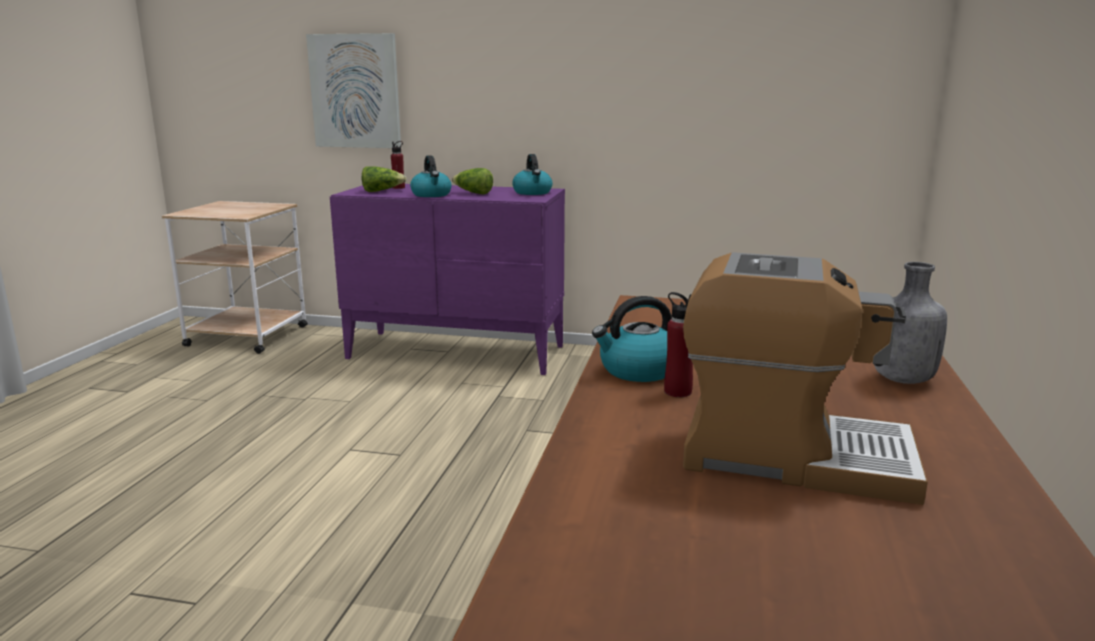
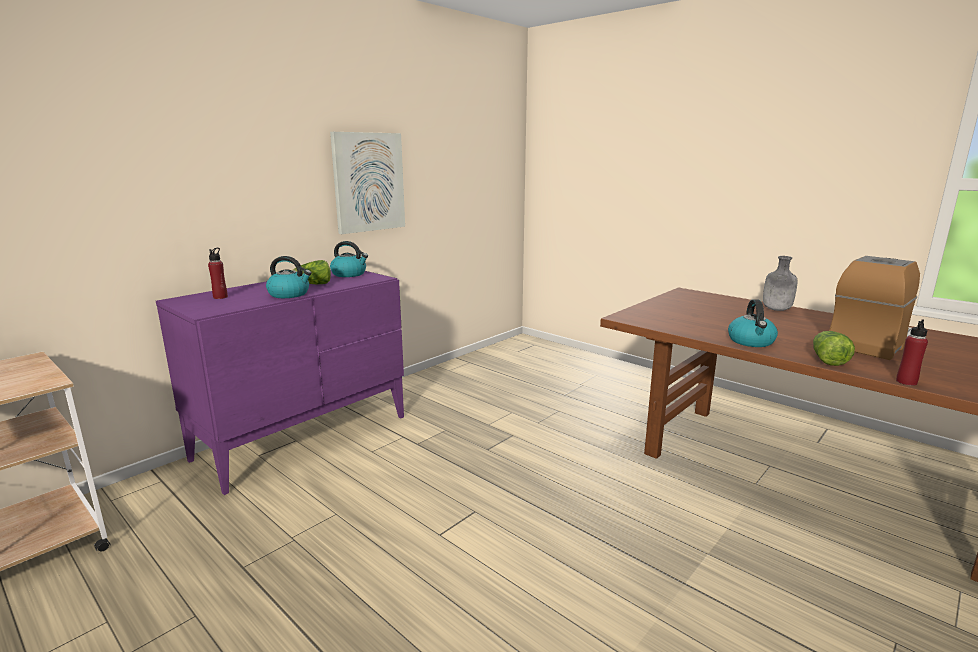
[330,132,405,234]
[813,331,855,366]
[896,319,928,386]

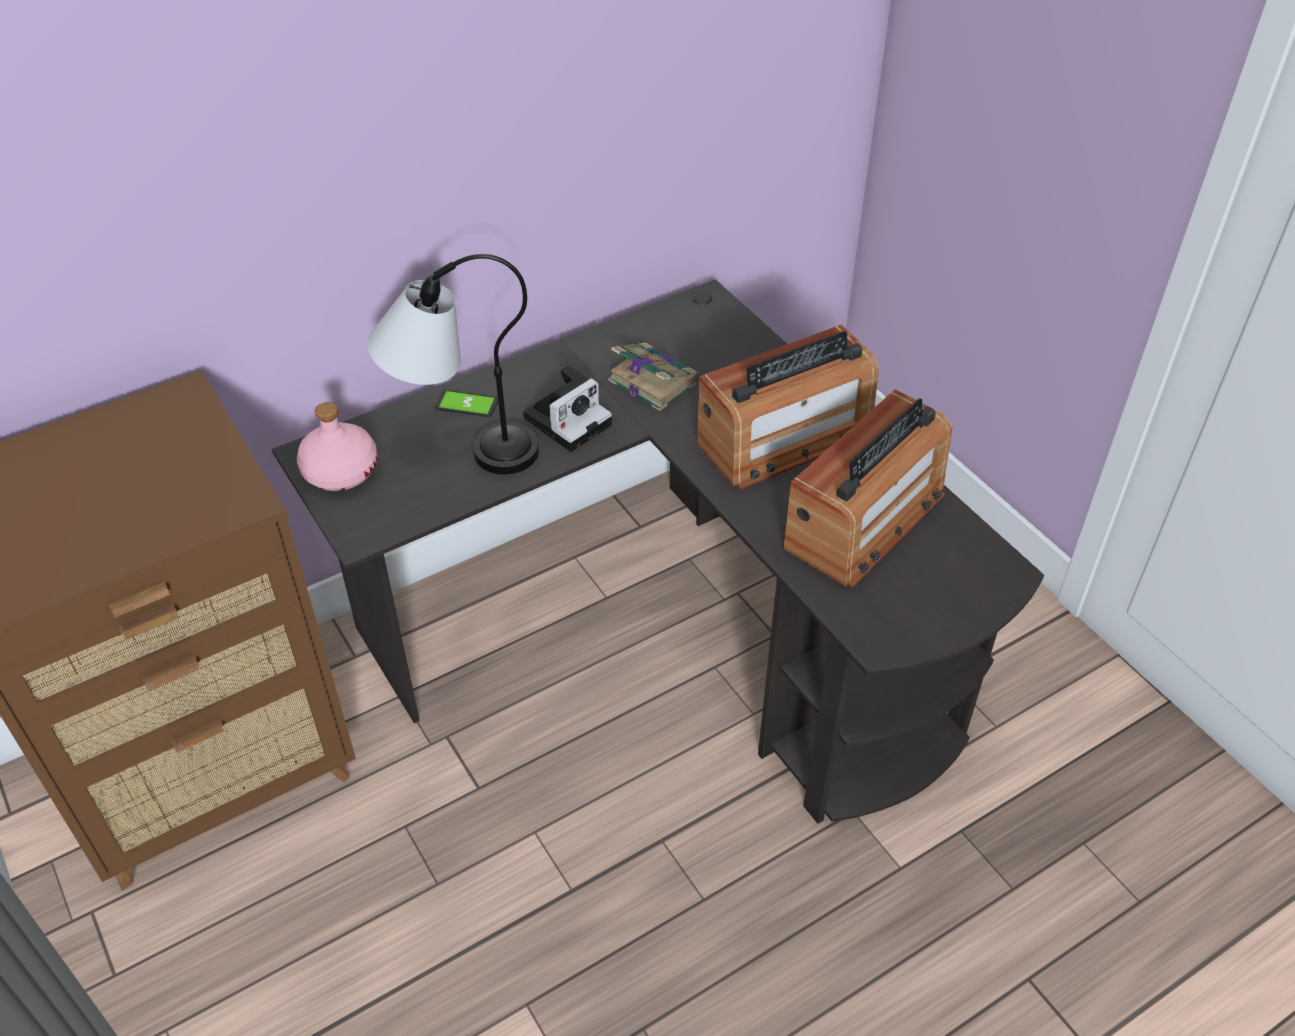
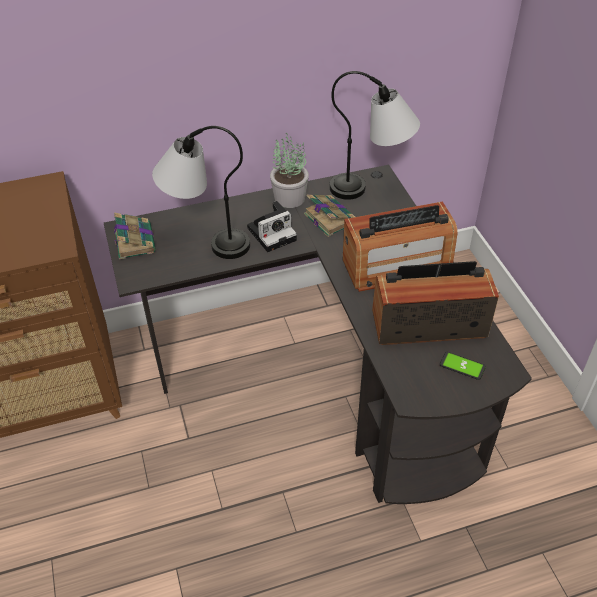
[114,212,156,259]
[440,352,486,380]
[372,261,499,345]
[270,133,309,208]
[330,71,420,200]

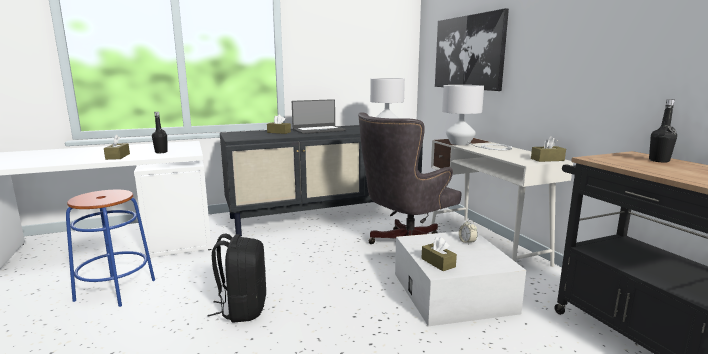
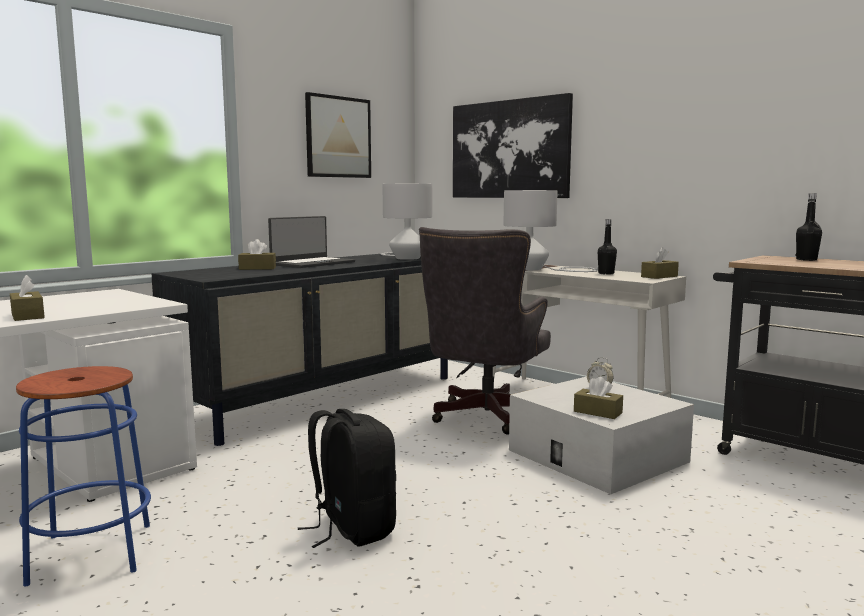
[598,219,617,275]
[305,92,371,178]

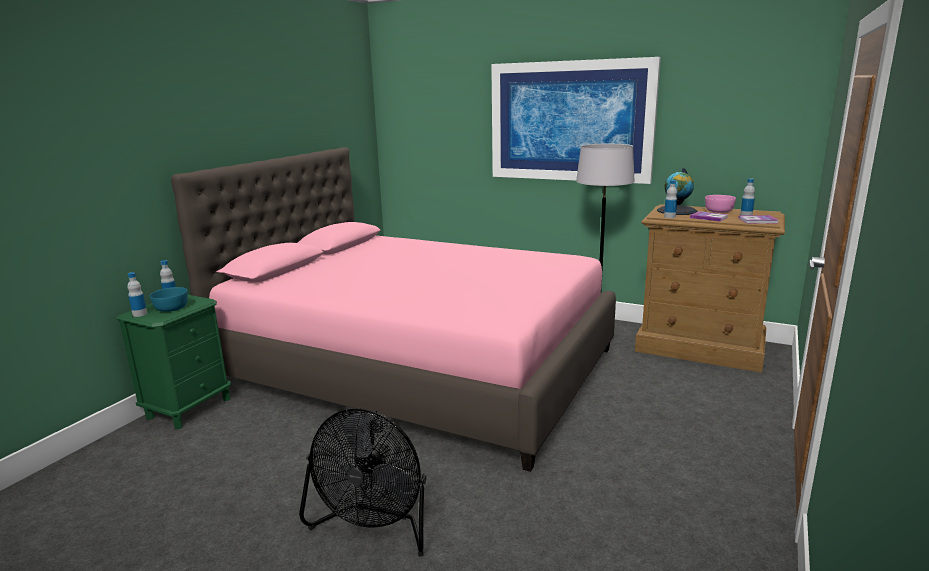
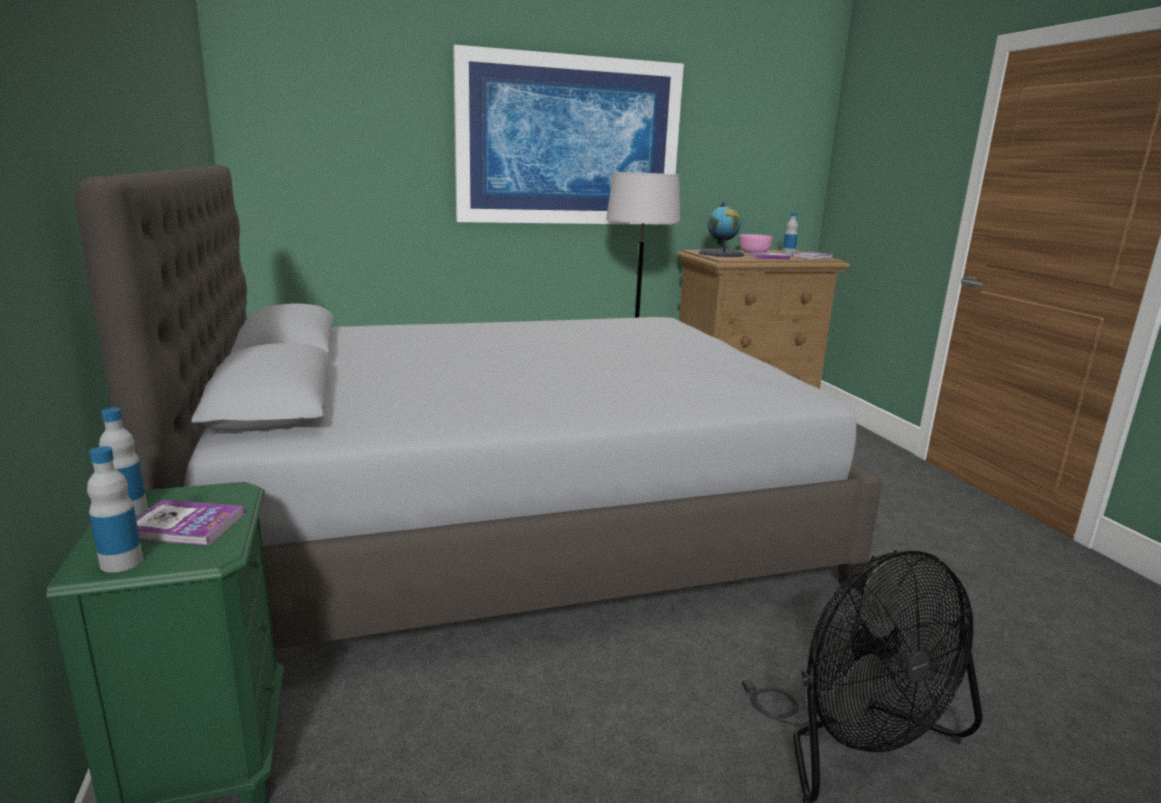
[136,500,245,546]
[75,165,882,649]
[664,180,677,218] (first image)

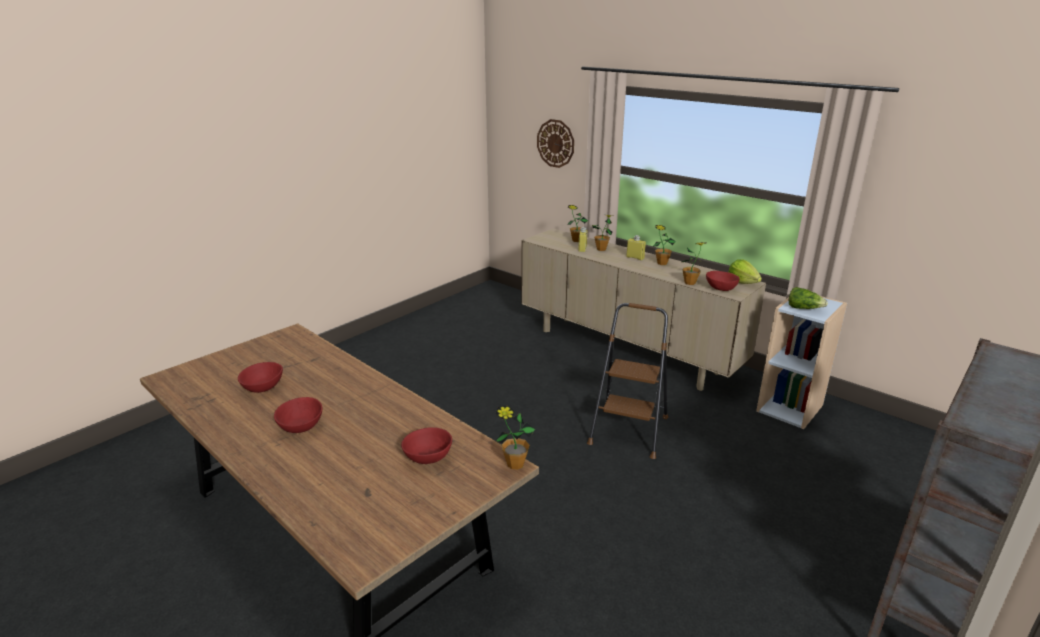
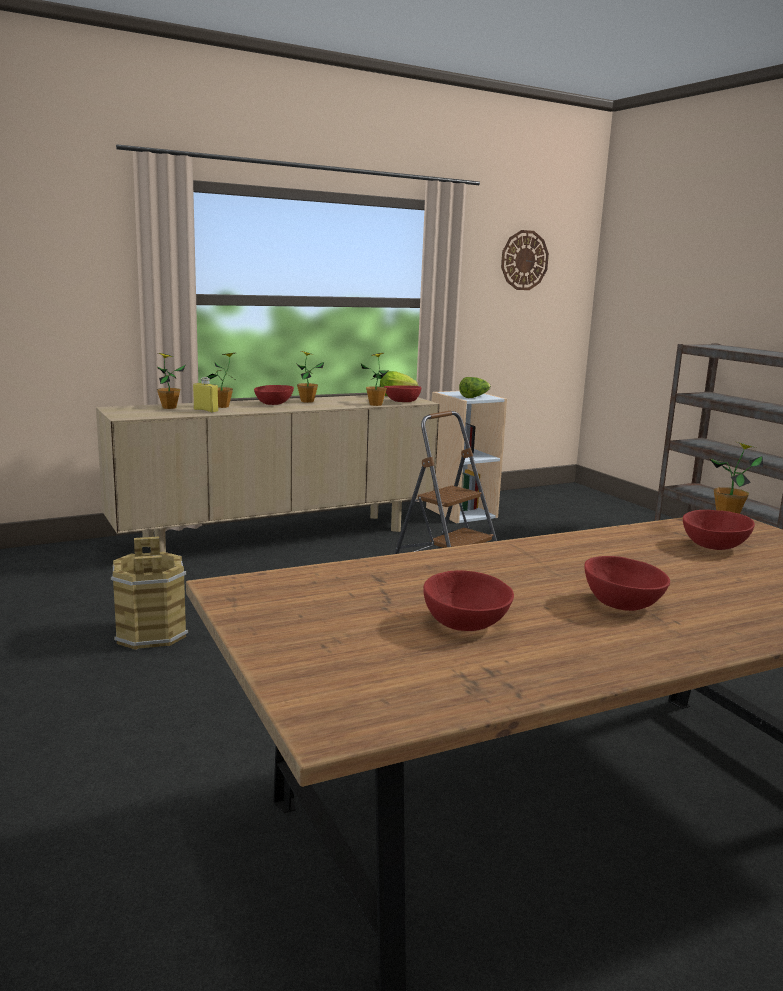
[501,230,549,290]
[254,385,294,405]
[111,537,188,650]

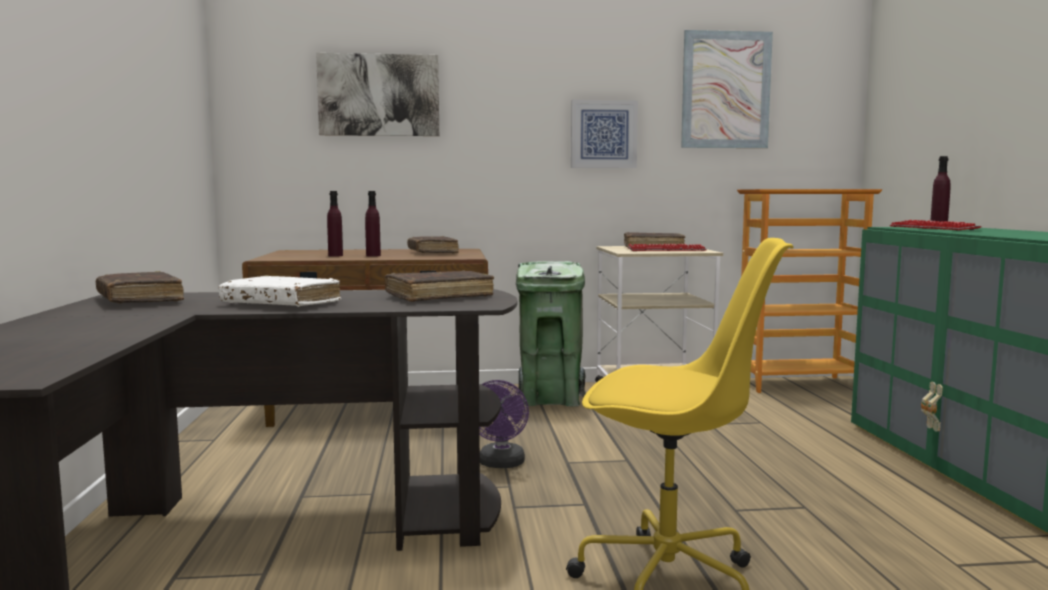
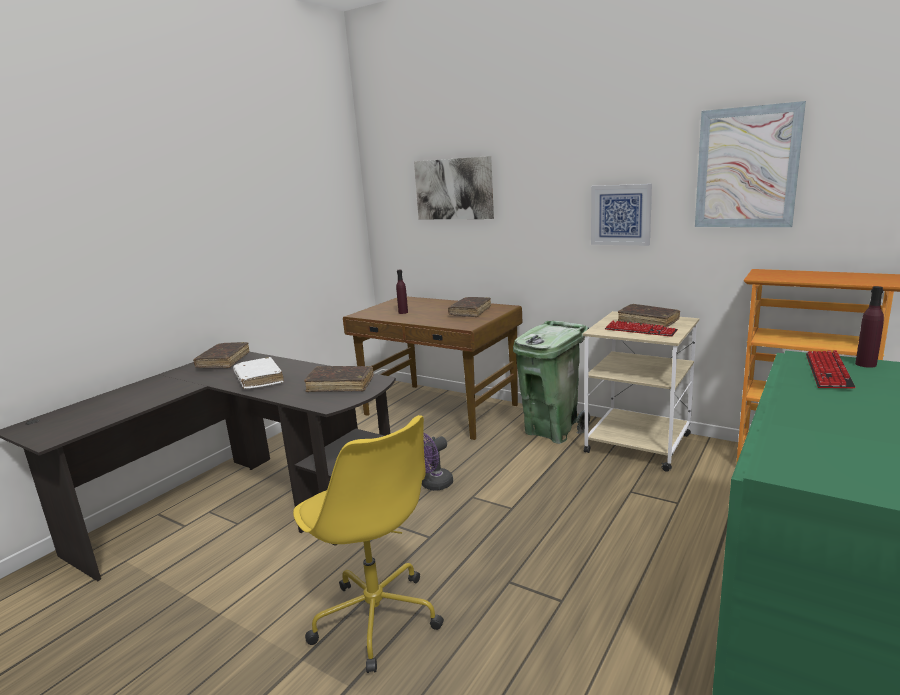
[365,191,381,257] (first image)

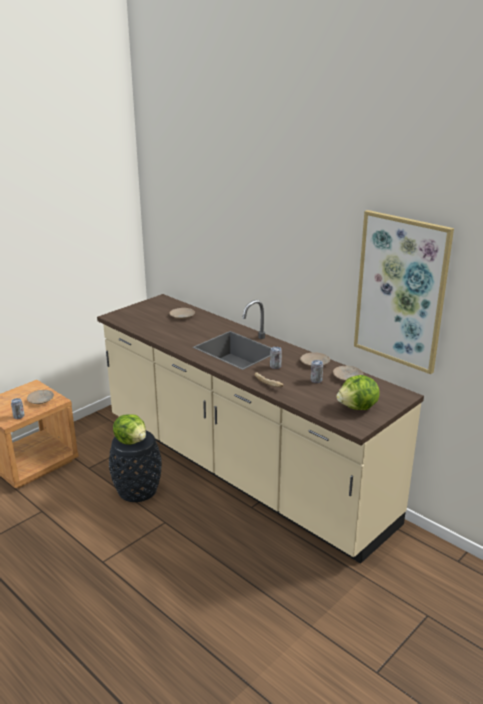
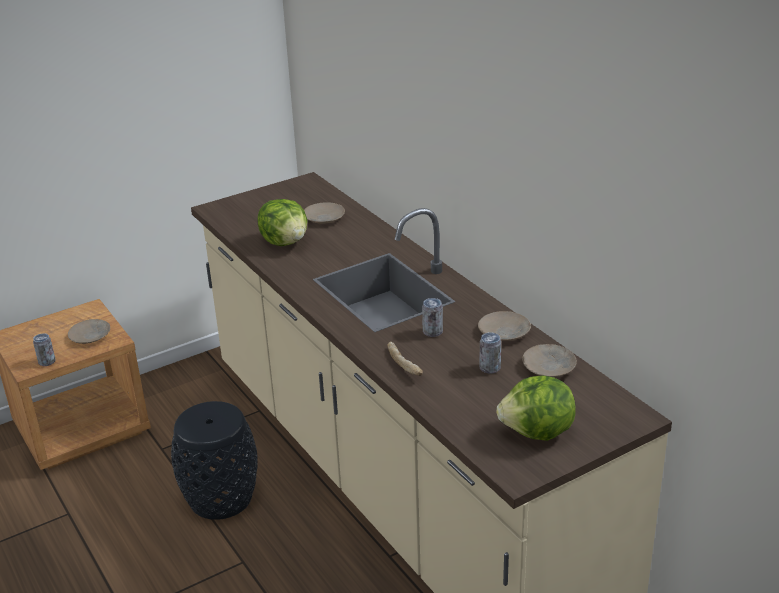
[257,199,307,246]
[354,210,454,374] (first image)

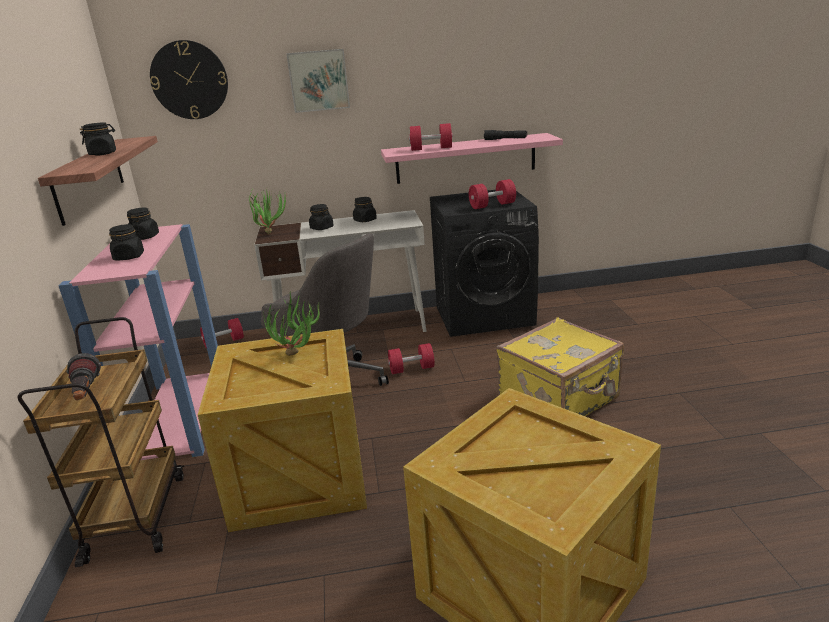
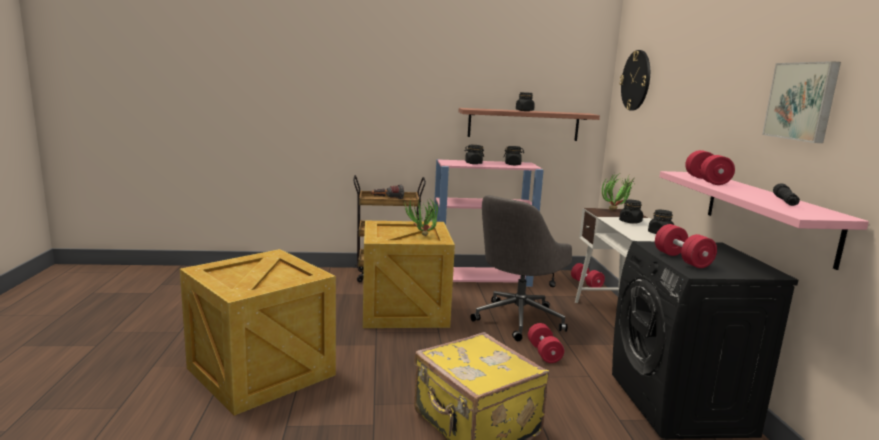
[762,61,841,143]

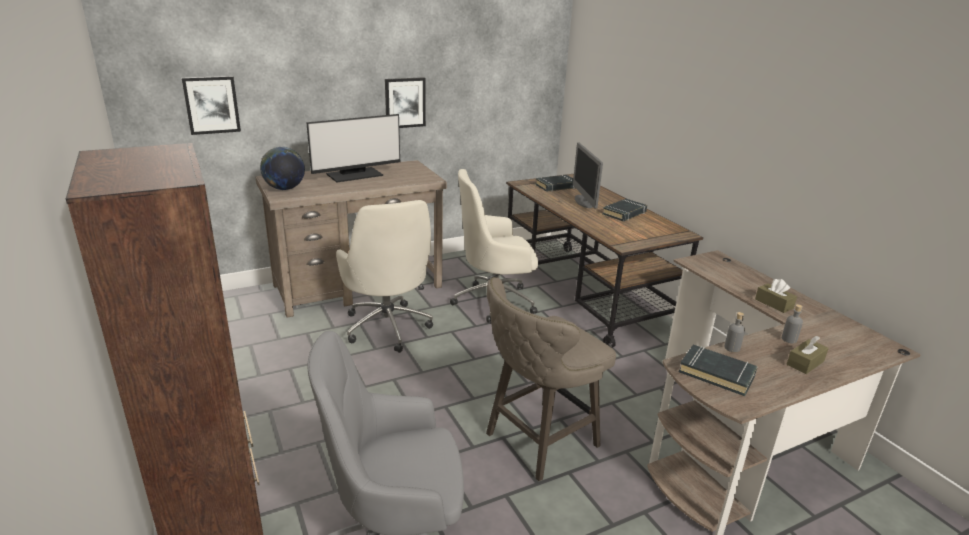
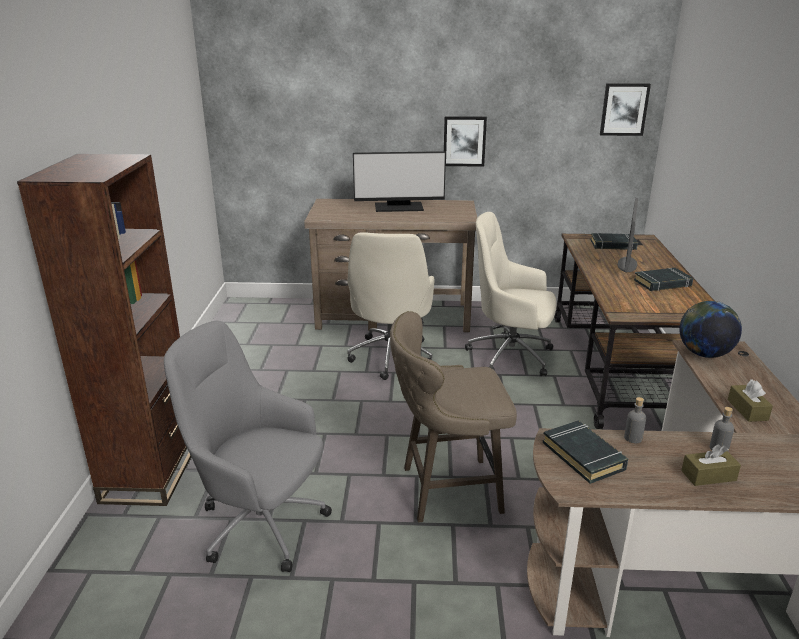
[600,83,651,136]
[679,301,742,358]

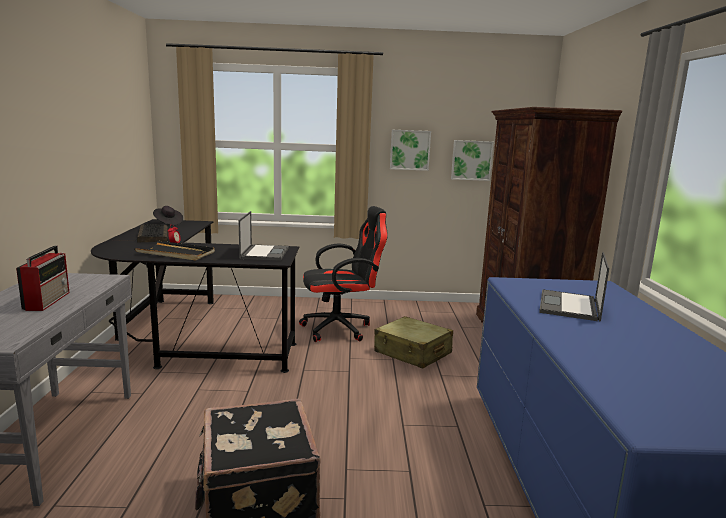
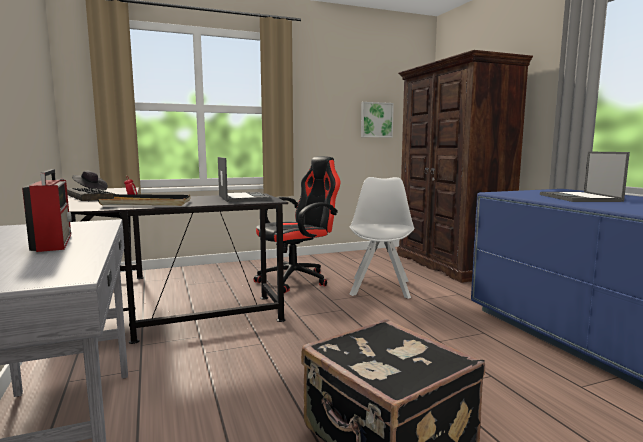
[349,177,415,299]
[390,130,431,171] (first image)

